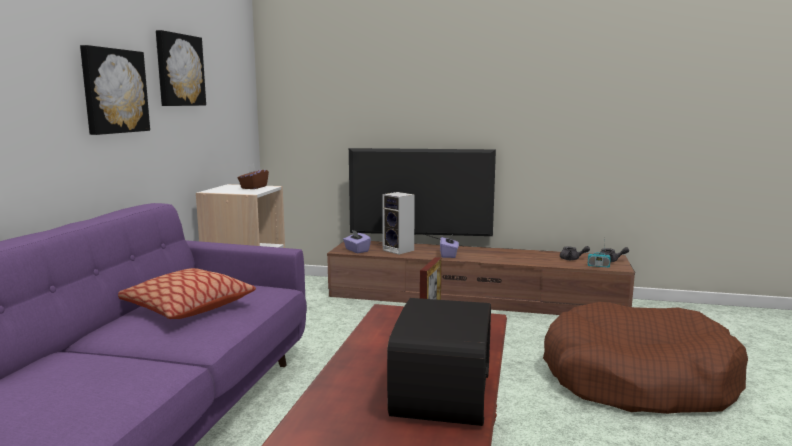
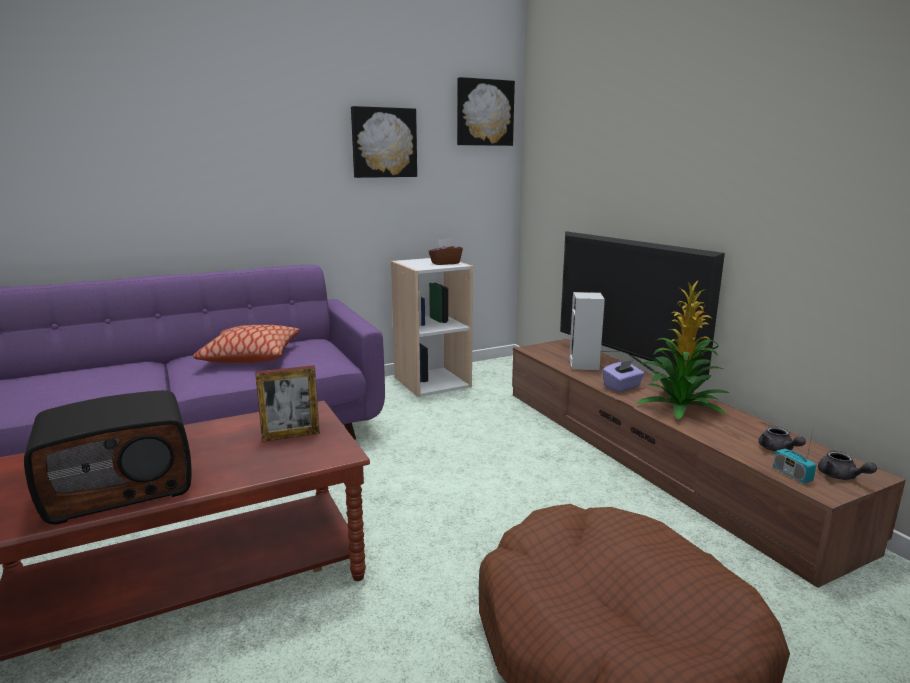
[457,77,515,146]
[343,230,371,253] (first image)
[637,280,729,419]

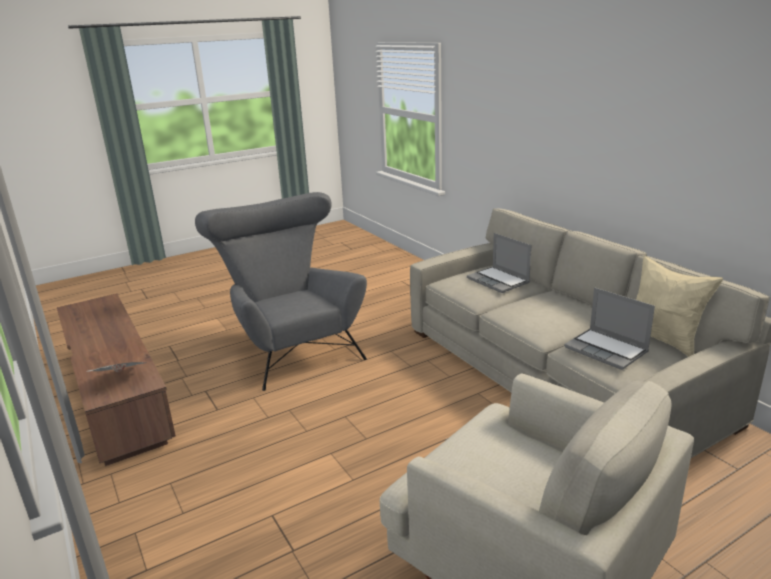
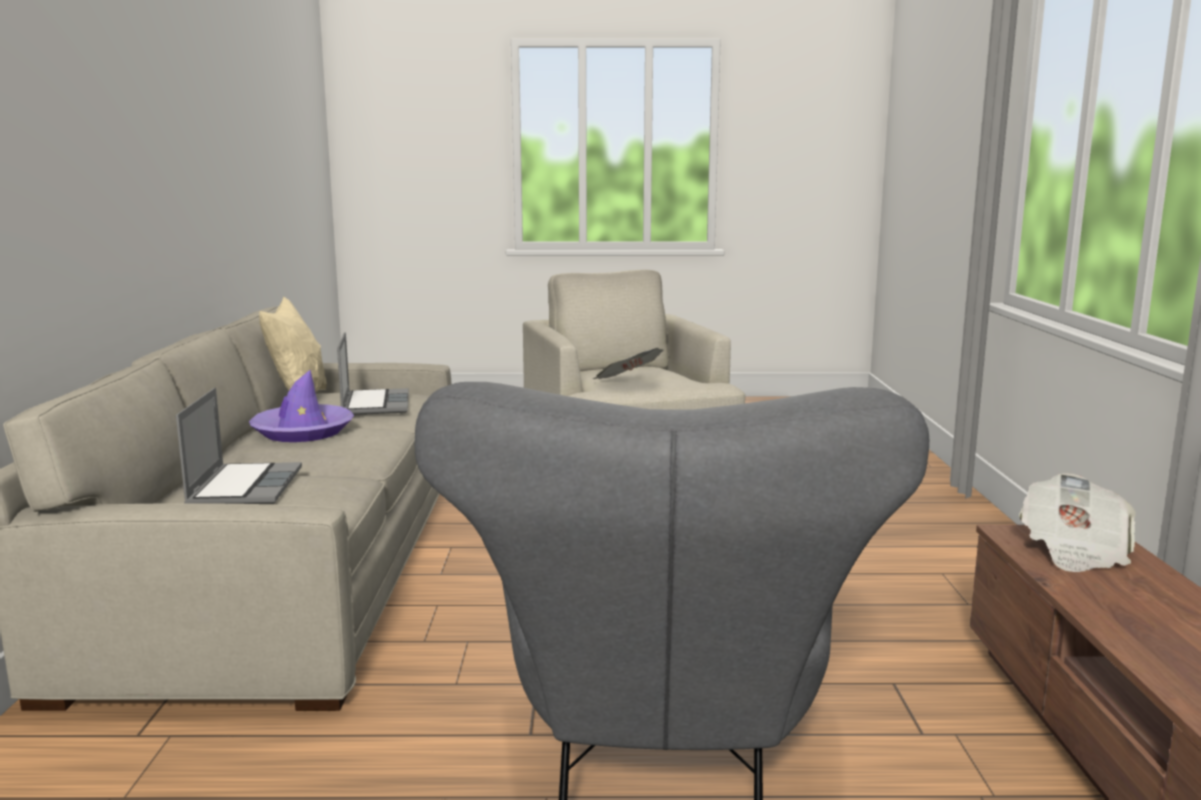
[249,370,354,442]
[593,348,664,379]

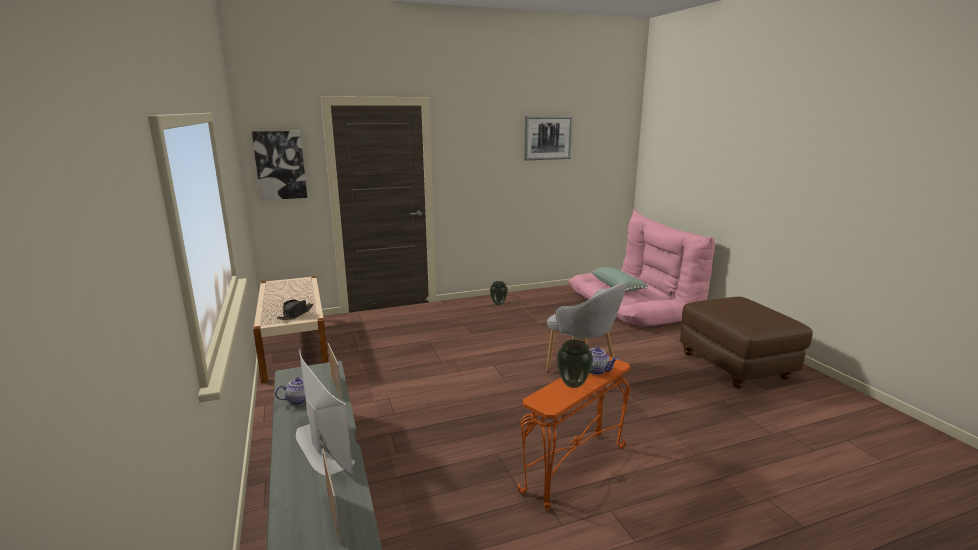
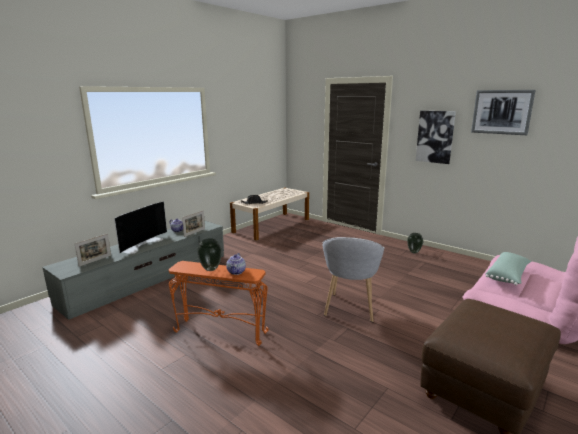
[416,111,456,164]

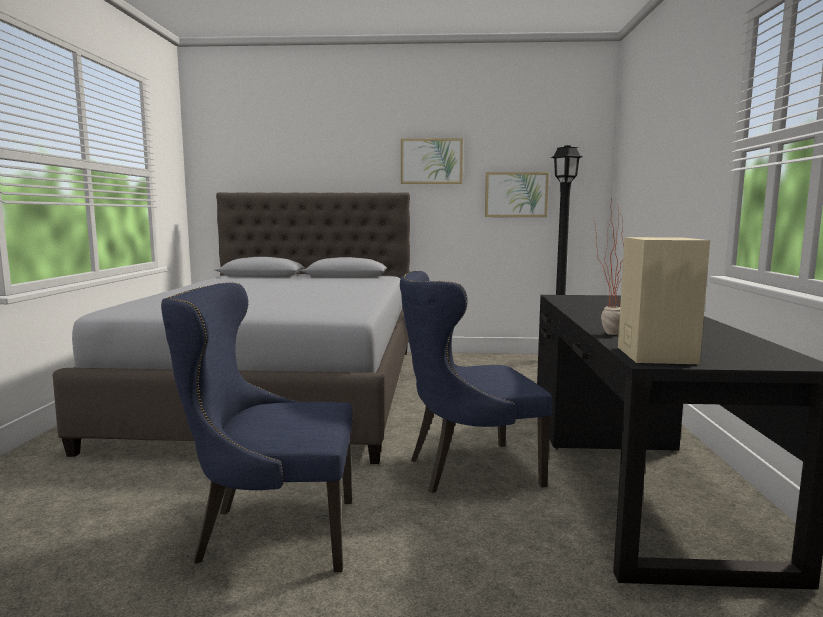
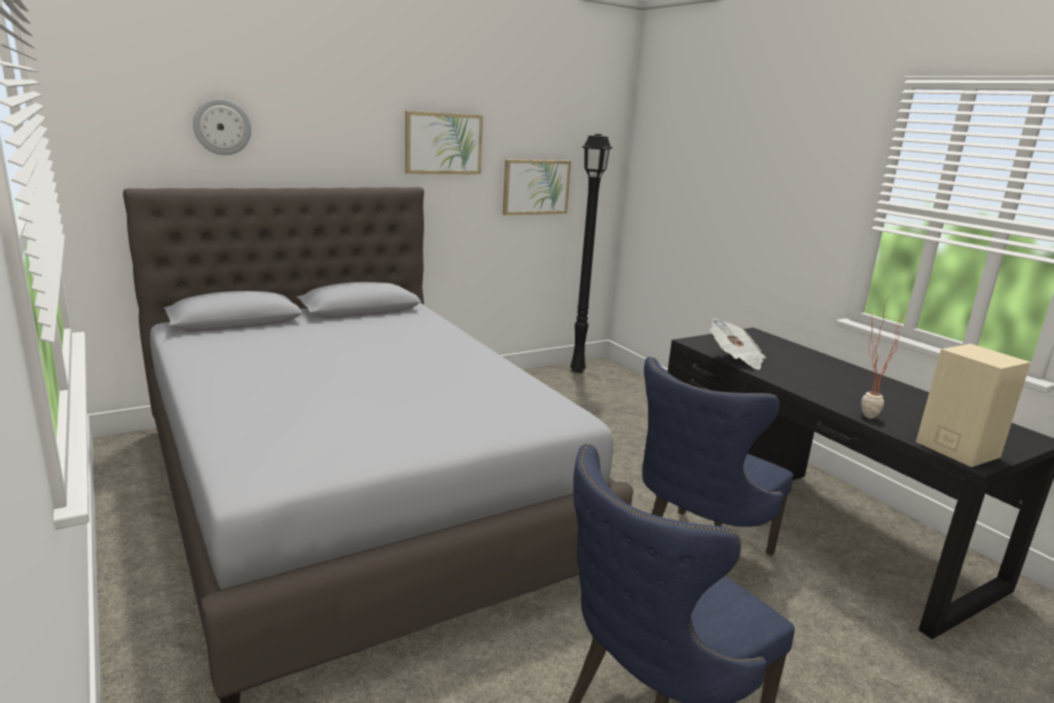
[193,98,251,155]
[710,319,766,370]

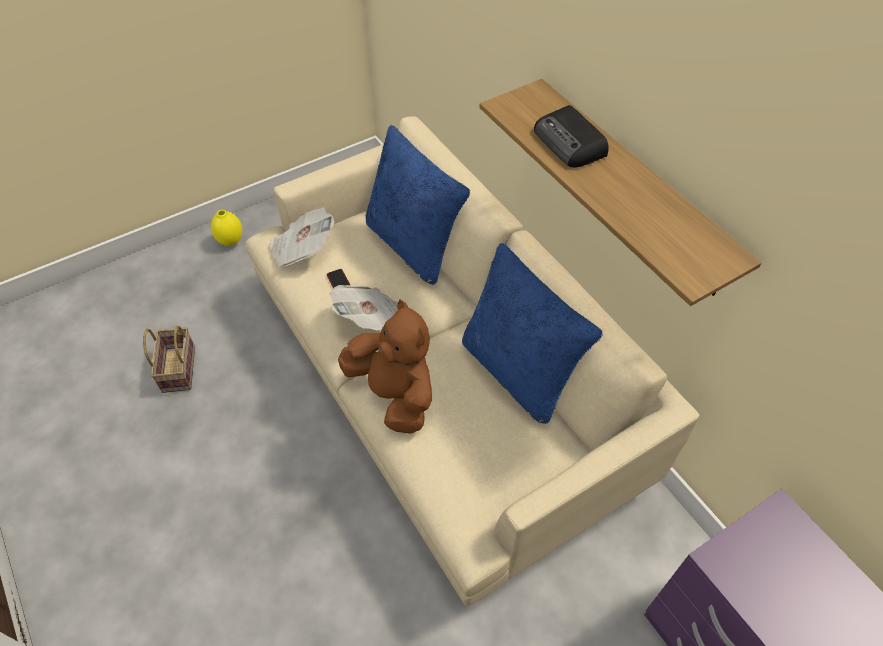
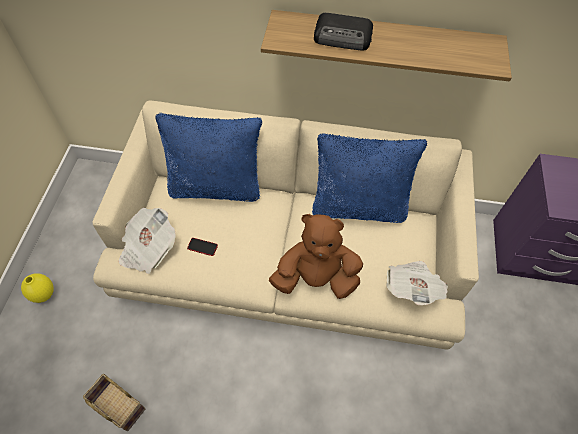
[386,261,448,305]

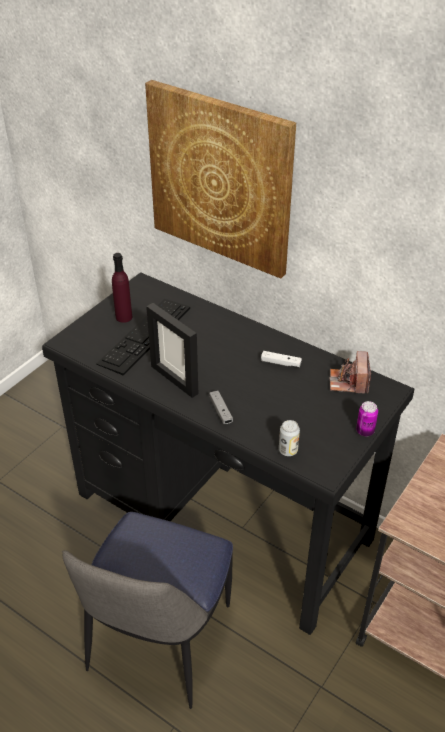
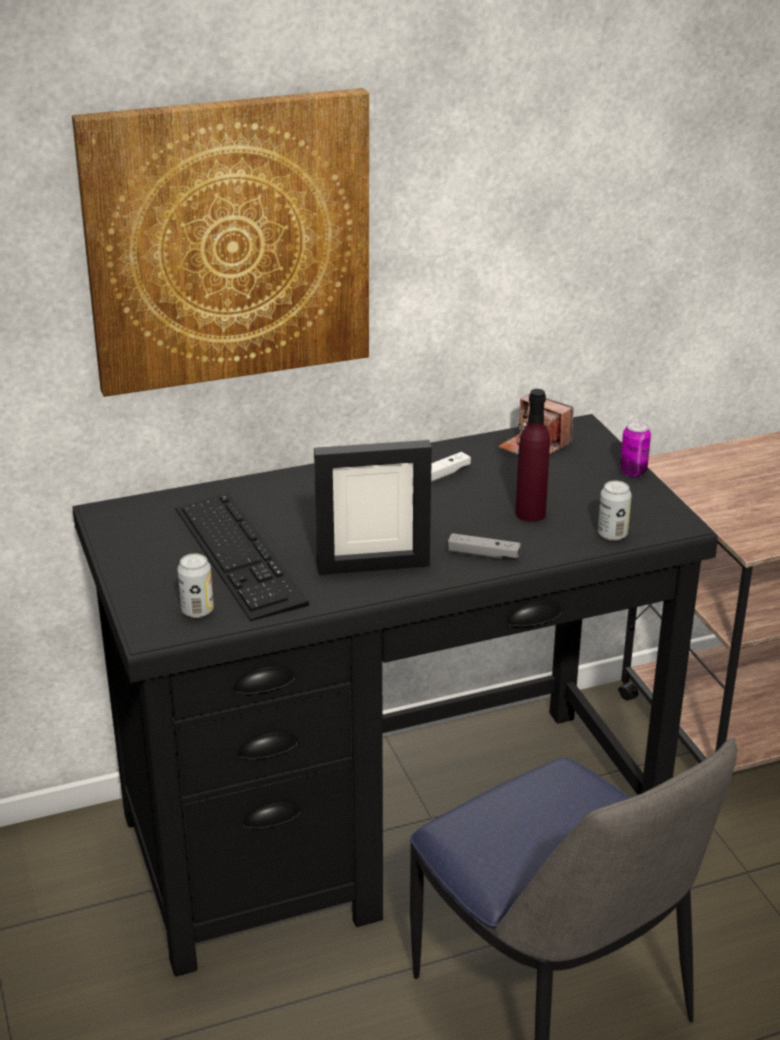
[515,389,550,522]
[178,554,214,618]

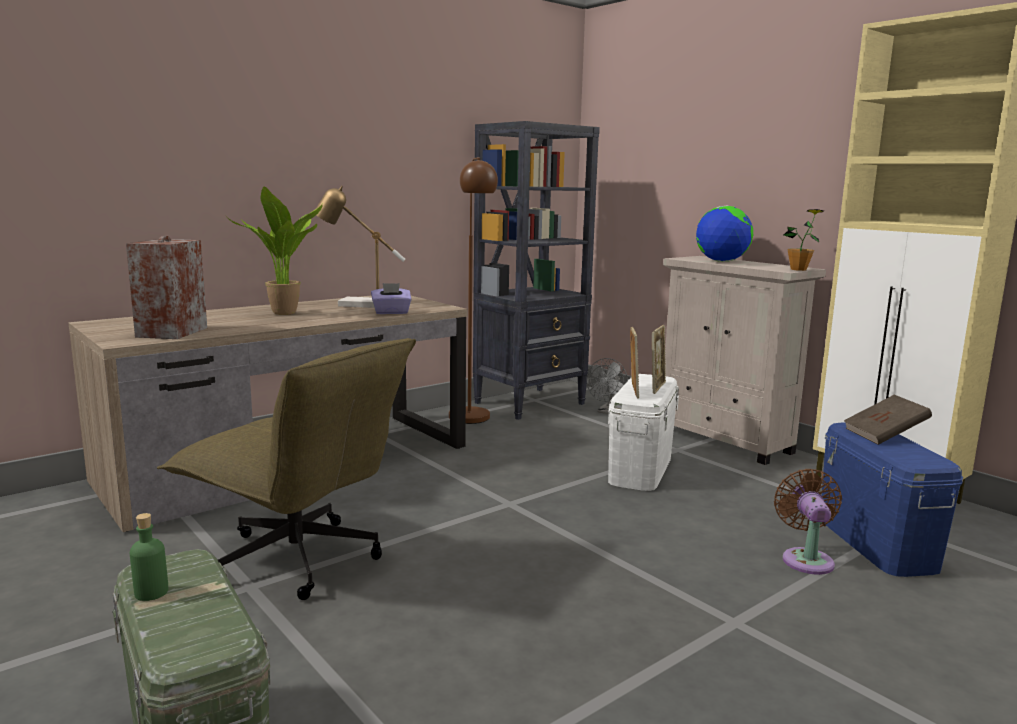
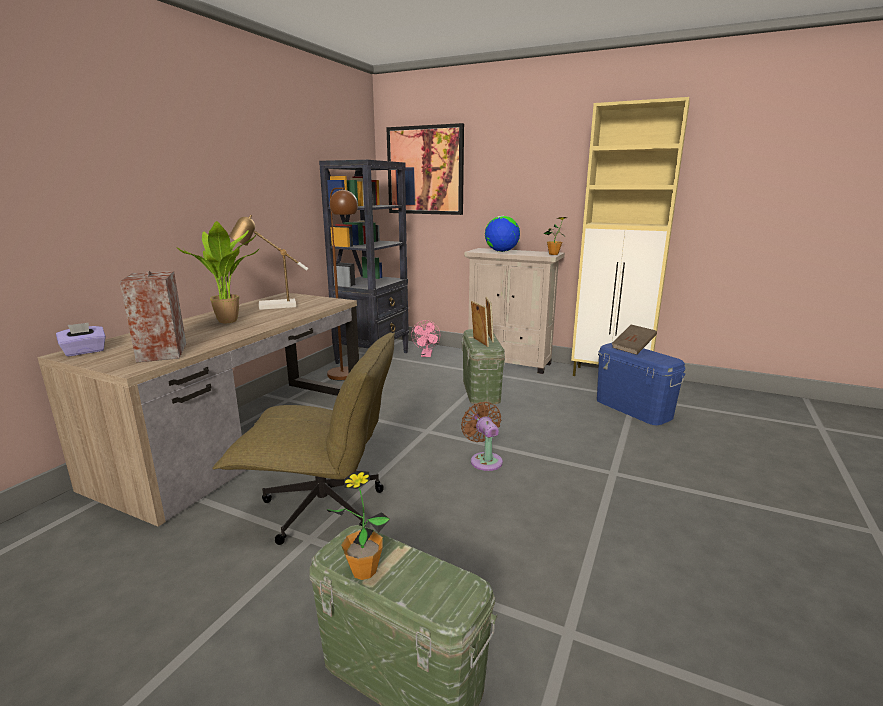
[326,471,390,580]
[56,323,106,357]
[411,320,440,357]
[462,329,505,405]
[461,402,503,471]
[386,123,464,215]

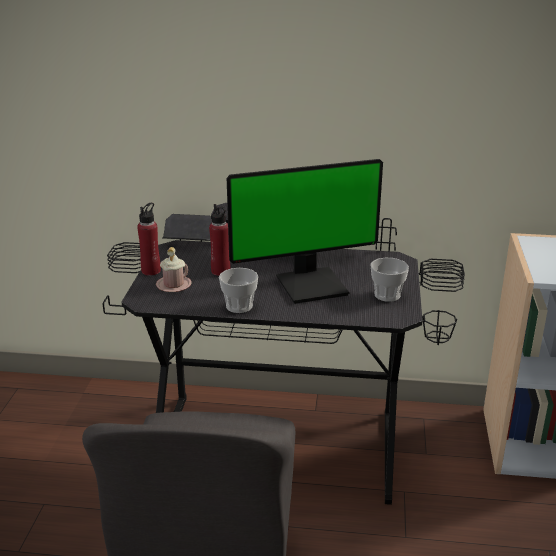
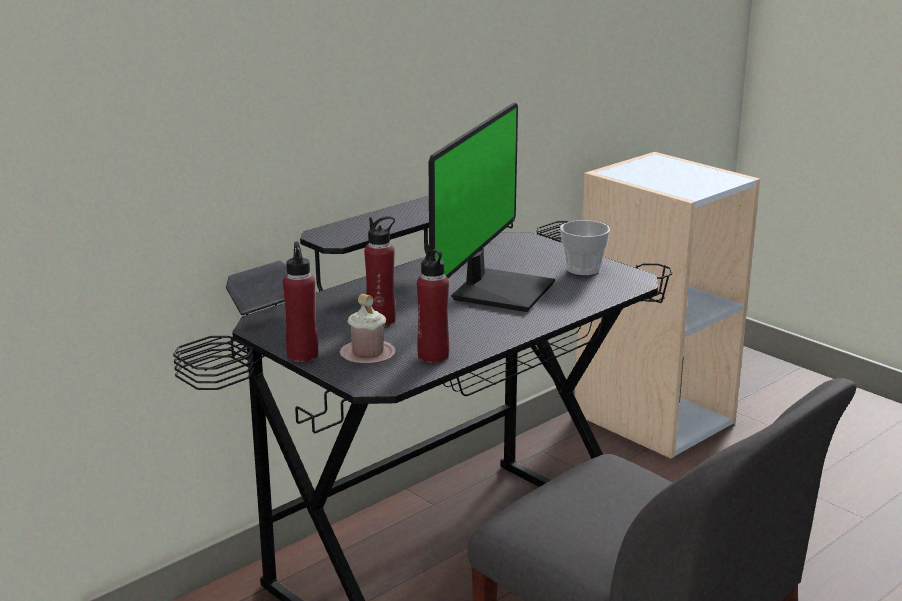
[219,268,258,313] (first image)
[417,244,449,363]

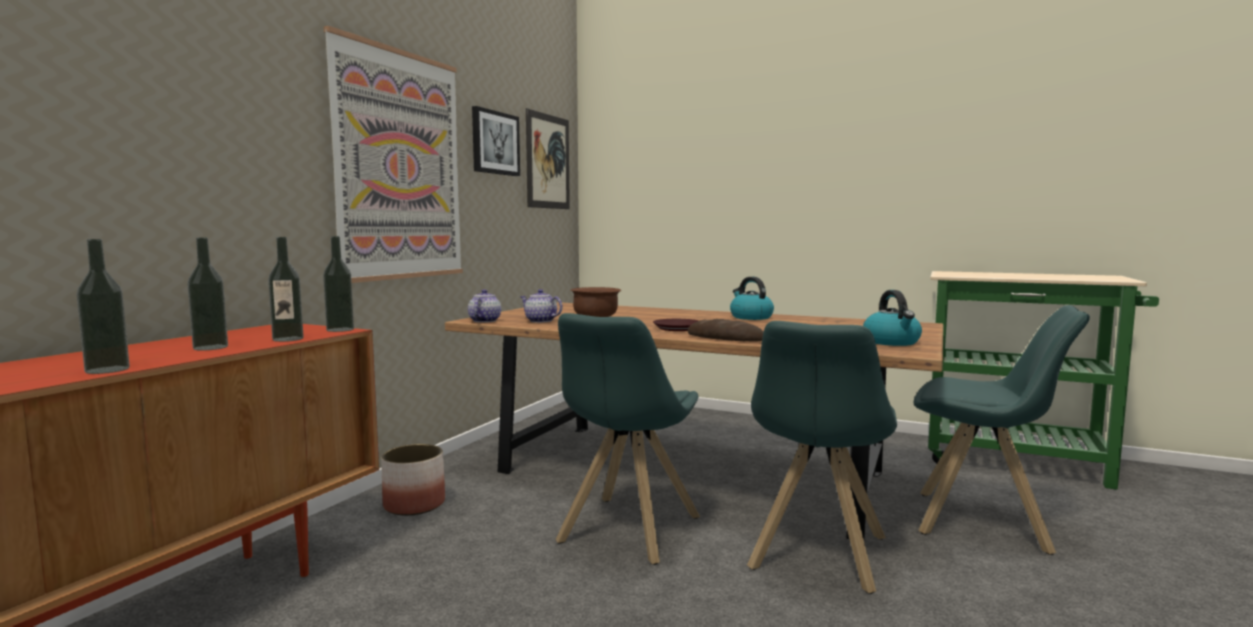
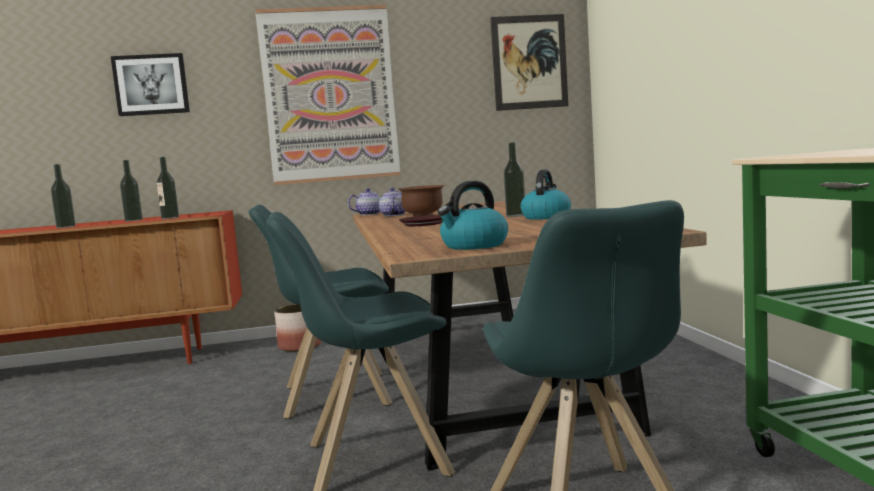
[504,142,525,217]
[111,53,190,116]
[688,319,763,342] (first image)

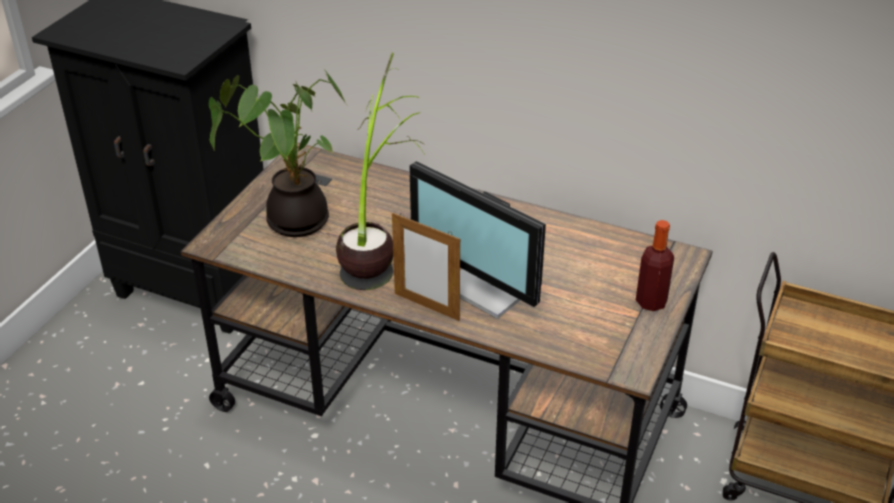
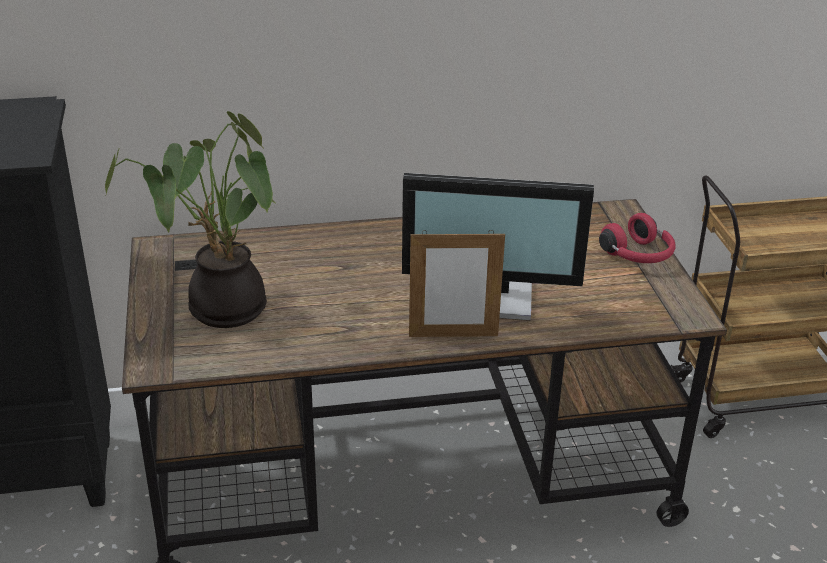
[336,53,425,290] (first image)
[599,213,675,263]

